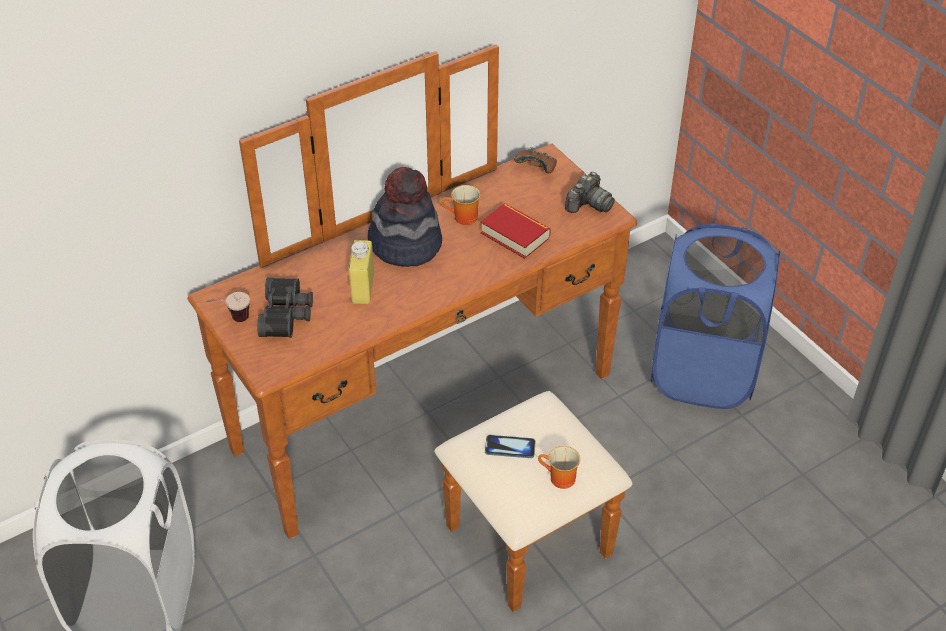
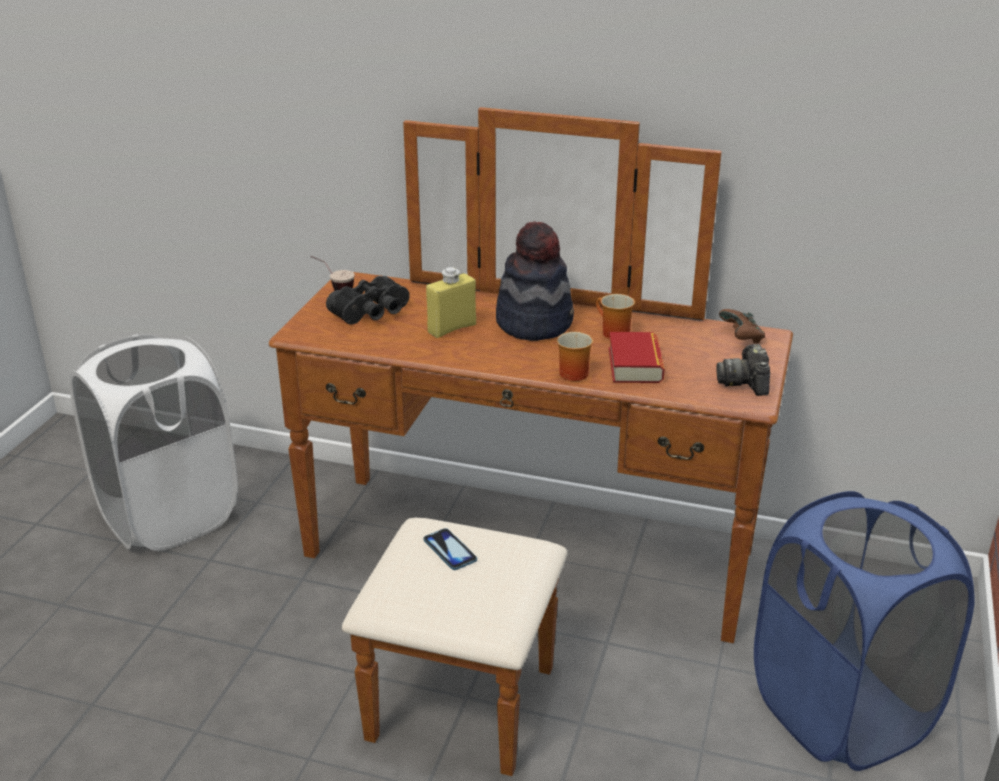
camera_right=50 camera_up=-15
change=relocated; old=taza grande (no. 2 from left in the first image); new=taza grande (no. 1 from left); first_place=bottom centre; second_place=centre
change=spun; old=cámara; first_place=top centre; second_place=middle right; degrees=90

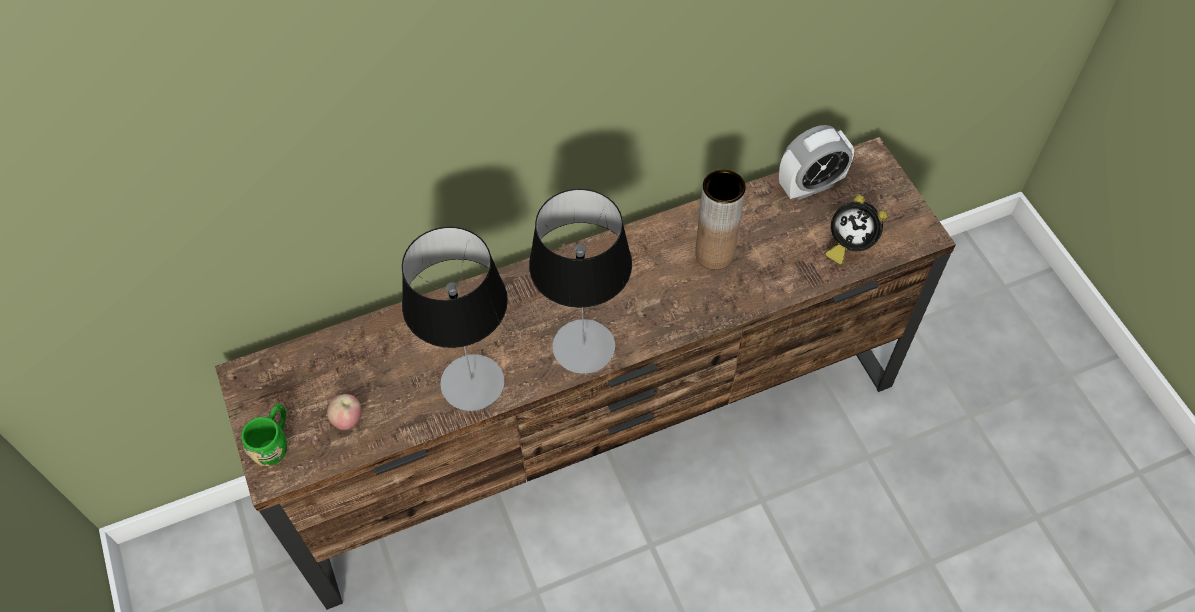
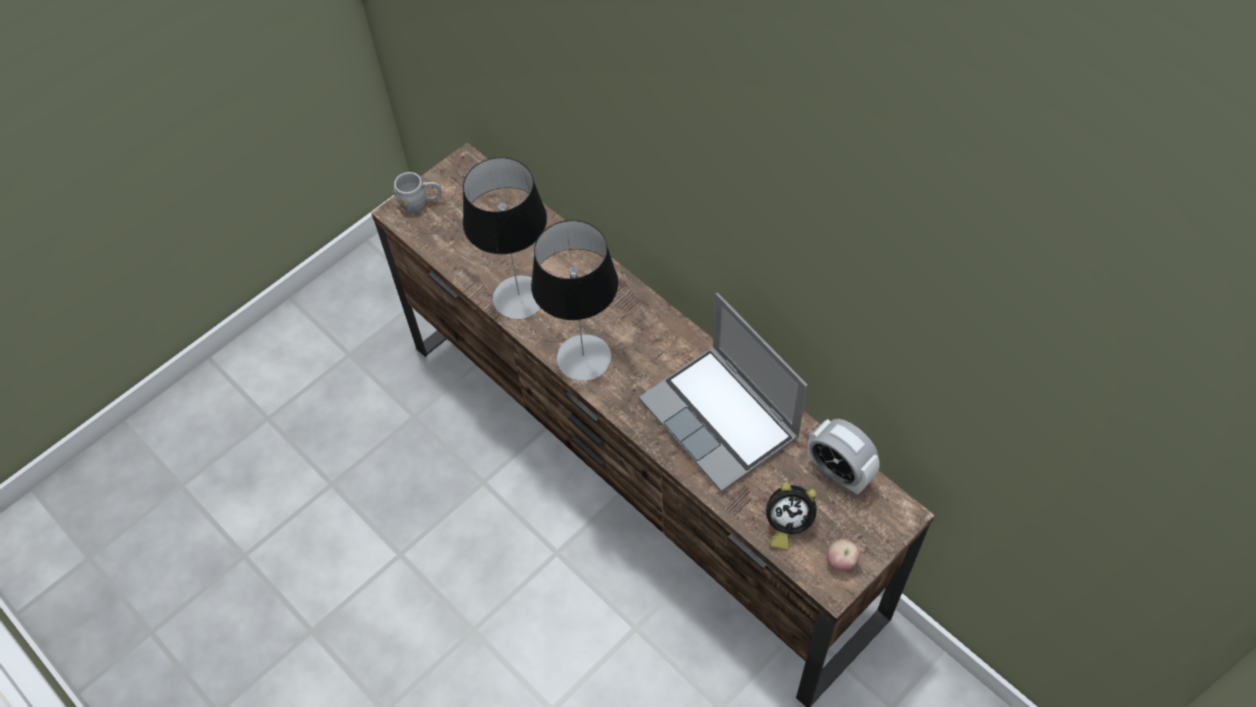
camera_right=70 camera_up=0
change=relocated; old=manzana; first_place=bottom left; second_place=bottom right
change=exchanged; old=florero/marrón; new=portátil; first_place=centre; second_place=centre
change=colour; old=taza grande/verde; new=taza grande/gris; first_place=bottom left; second_place=top left
change=spun; old=despertador (no. 2 from left in the first image); first_place=middle right; second_place=bottom centre; degrees=-90

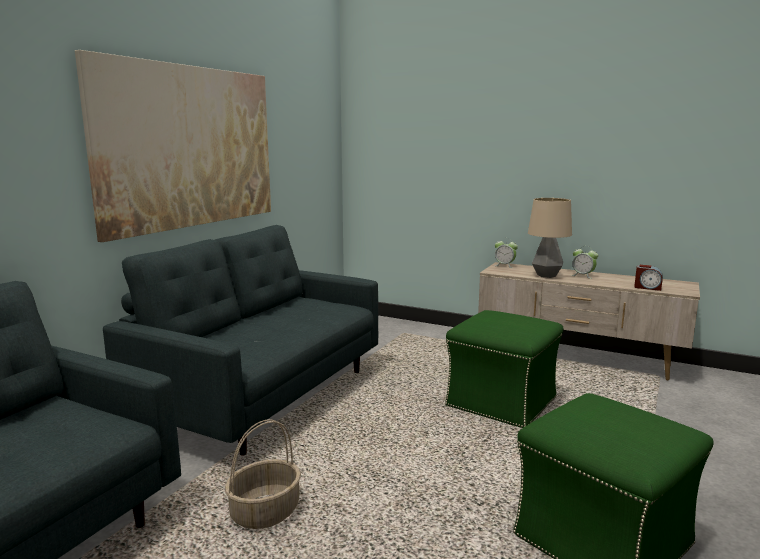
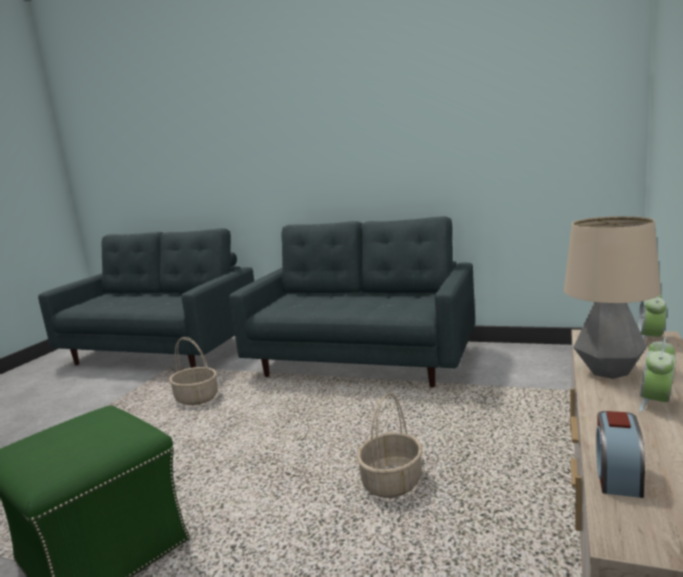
camera_right=85 camera_up=0
change=missing; old=cuadro; first_place=top left
change=exchanged; old=puf/verde (no. 1 from left); new=cesta (no. 2 from left); first_place=centre; second_place=bottom centre

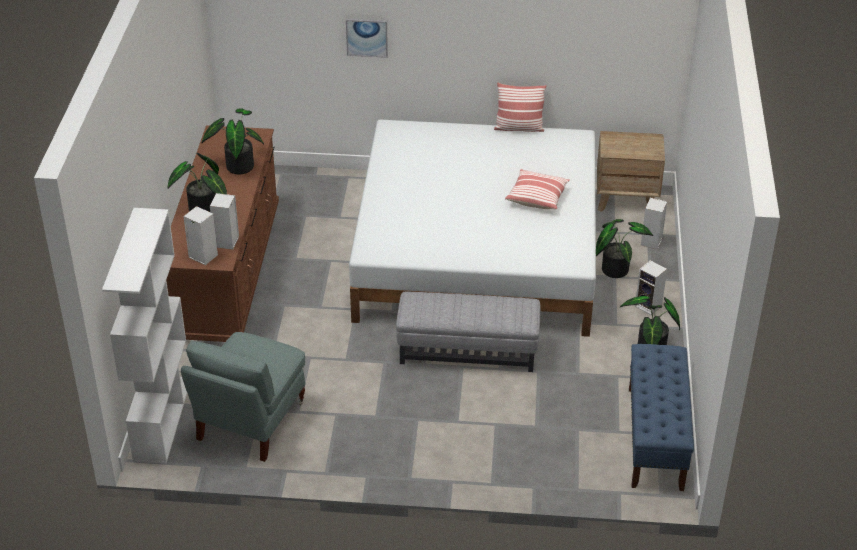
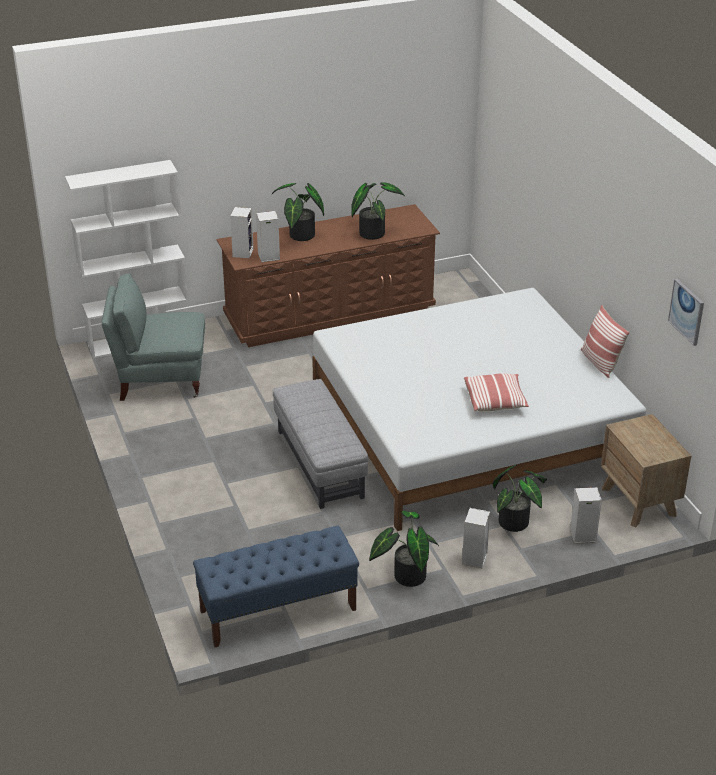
camera_right=65 camera_up=-5
change=relocated; old=cuadro; first_place=top centre; second_place=middle right

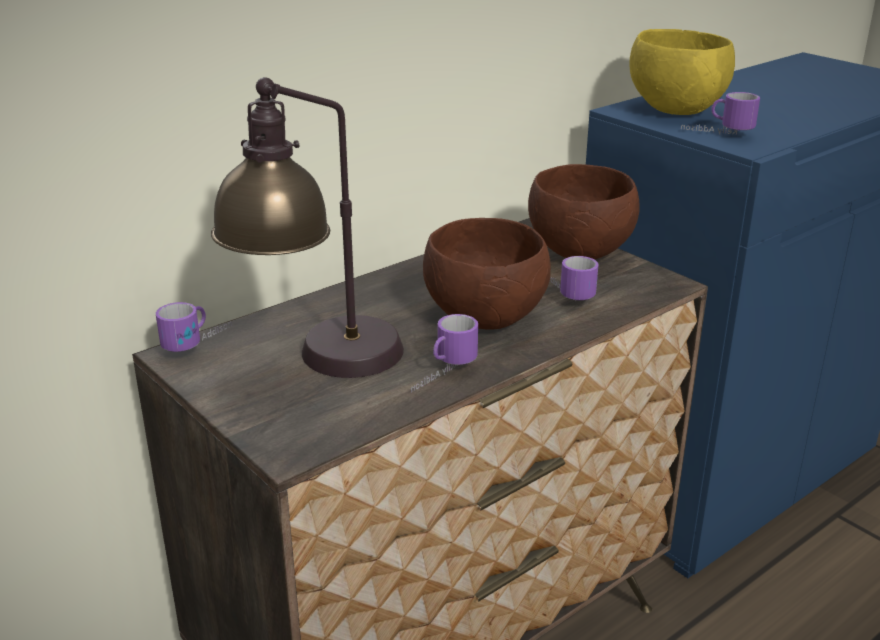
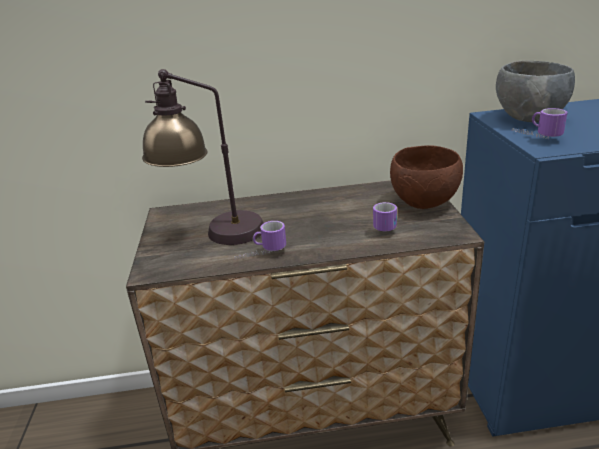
camera_right=35 camera_up=0
change=missing; old=taza grande (no. 1 from left); first_place=middle left
change=missing; old=cuenco/marrón (no. 1 from left); first_place=centre
change=colour; old=cuenco/amarillo; new=cuenco/gris; first_place=top right; second_place=top right

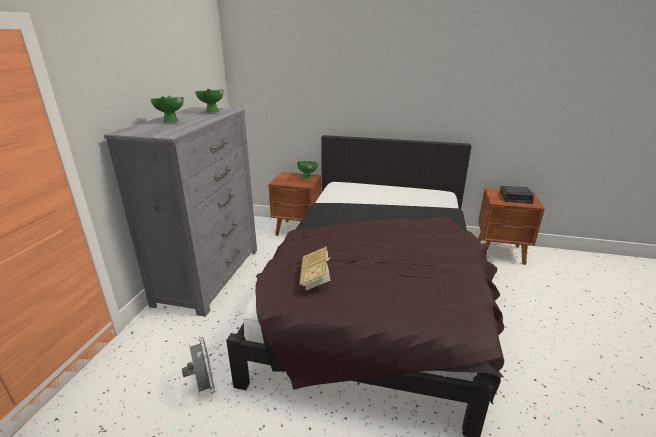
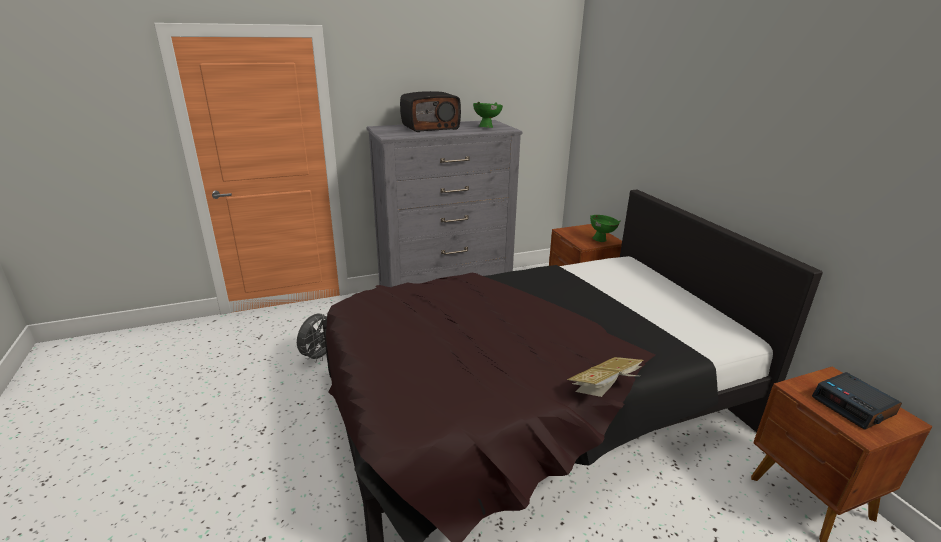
camera_right=55 camera_up=0
change=relocated; old=libro; first_place=centre; second_place=bottom centre
change=exchanged; old=cuenco/verde (no. 1 from left); new=radio; first_place=top left; second_place=top centre

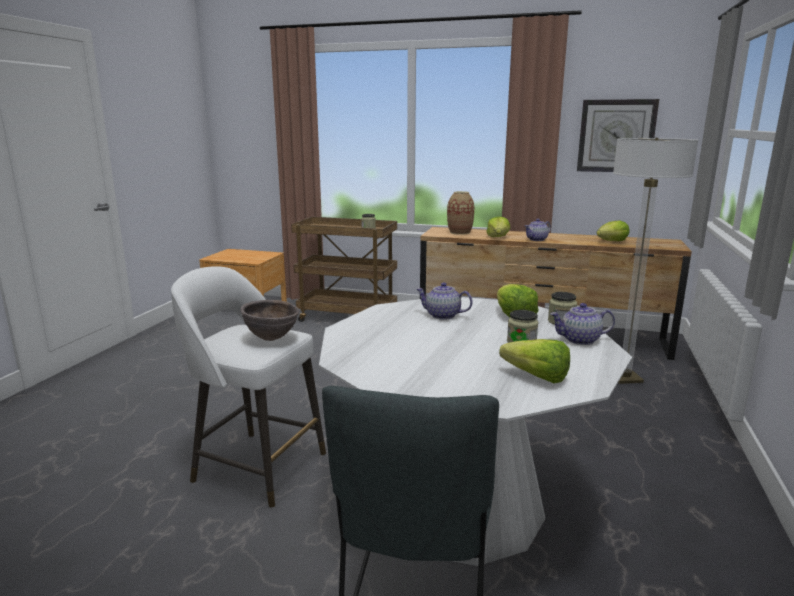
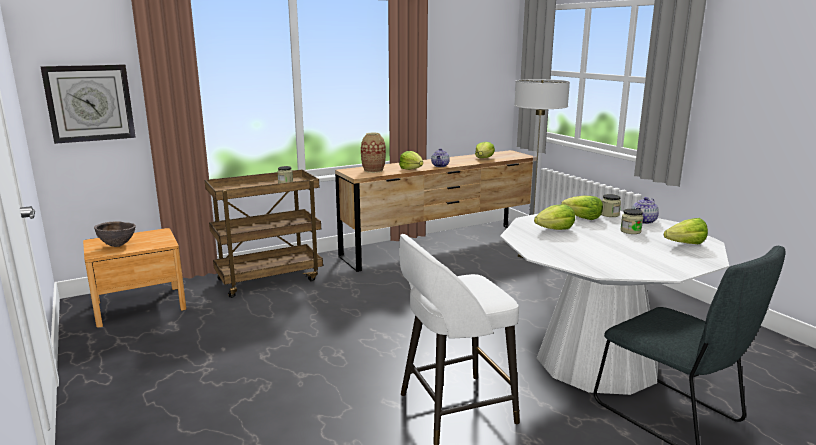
camera_right=-45 camera_up=0
change=relocated; old=cuenco/marrón; first_place=centre; second_place=middle left
change=relocated; old=reloj de pared; first_place=top right; second_place=top left
change=exchanged; old=tetera (no. 1 from left); new=lechuga (no. 3 from left); first_place=centre; second_place=middle right

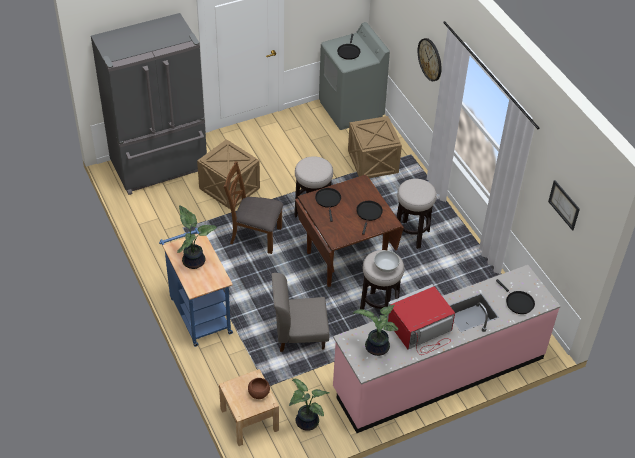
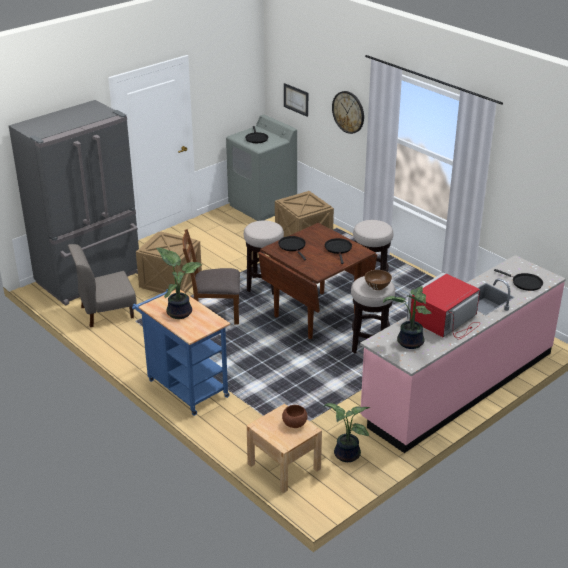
camera_right=-15 camera_up=-15
change=relocated; old=silla/gris; first_place=bottom centre; second_place=middle left
change=relocated; old=cuadro; first_place=middle right; second_place=top centre
change=colour; old=cuenco/blanco; new=cuenco/marrón (no. 2 from left); first_place=centre; second_place=centre

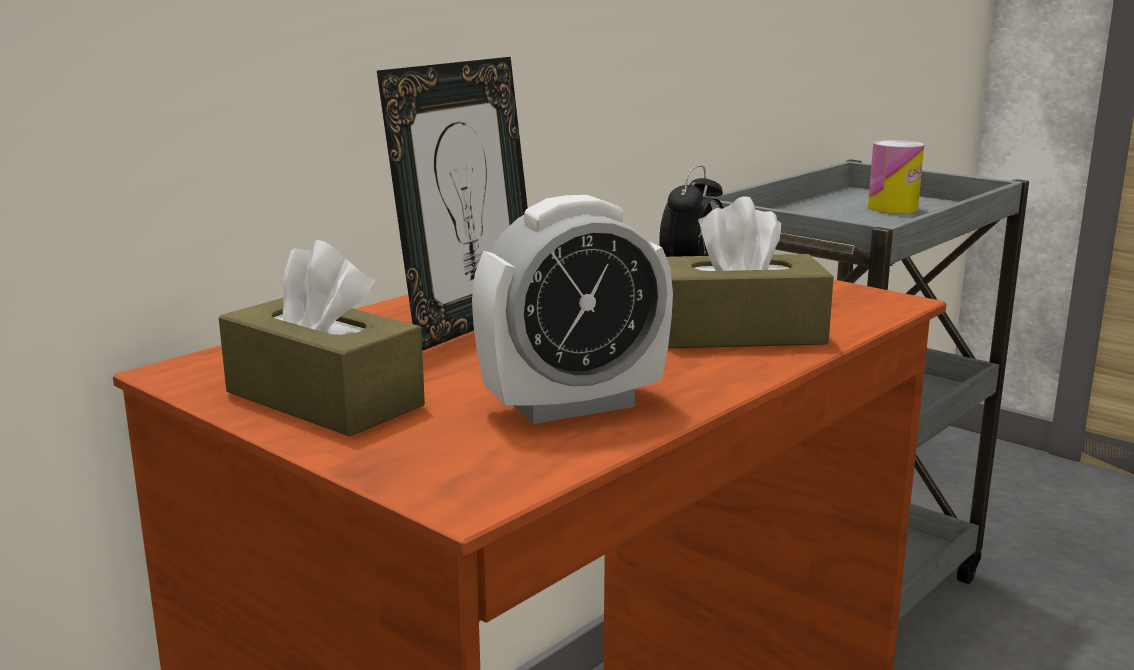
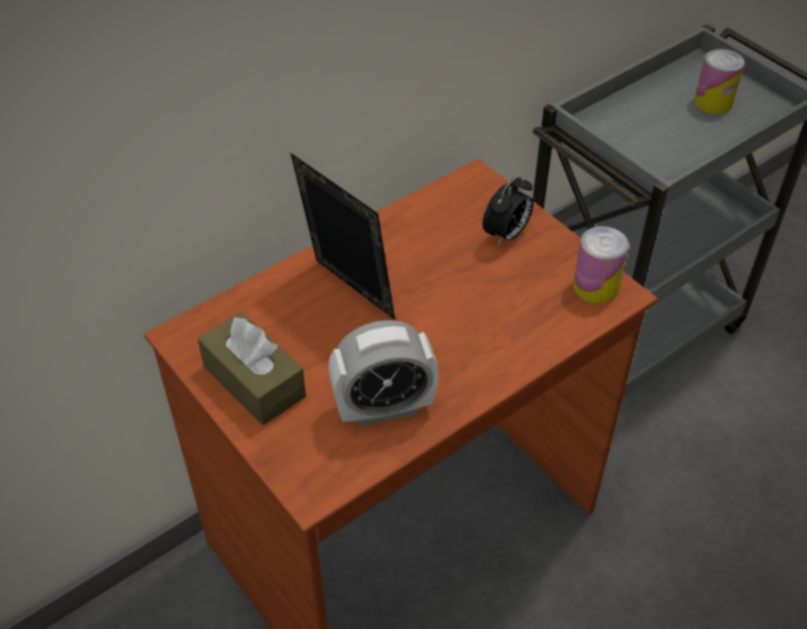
camera_right=10 camera_up=30
change=missing; old=caja de pañuelos/marrón (no. 2 from left); first_place=centre
change=appeared; new=lata (no. 1 from left); second_place=middle right
change=spun; old=portarretratos; first_place=top centre; second_place=centre; degrees=-90

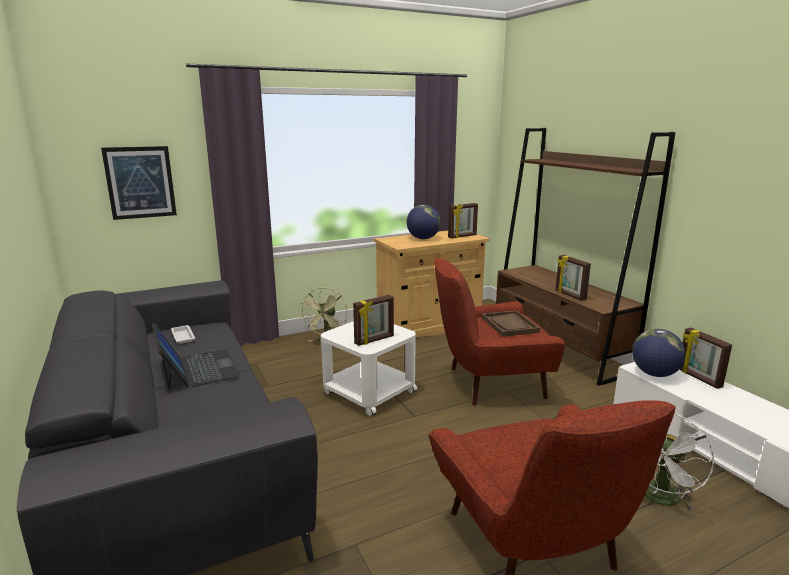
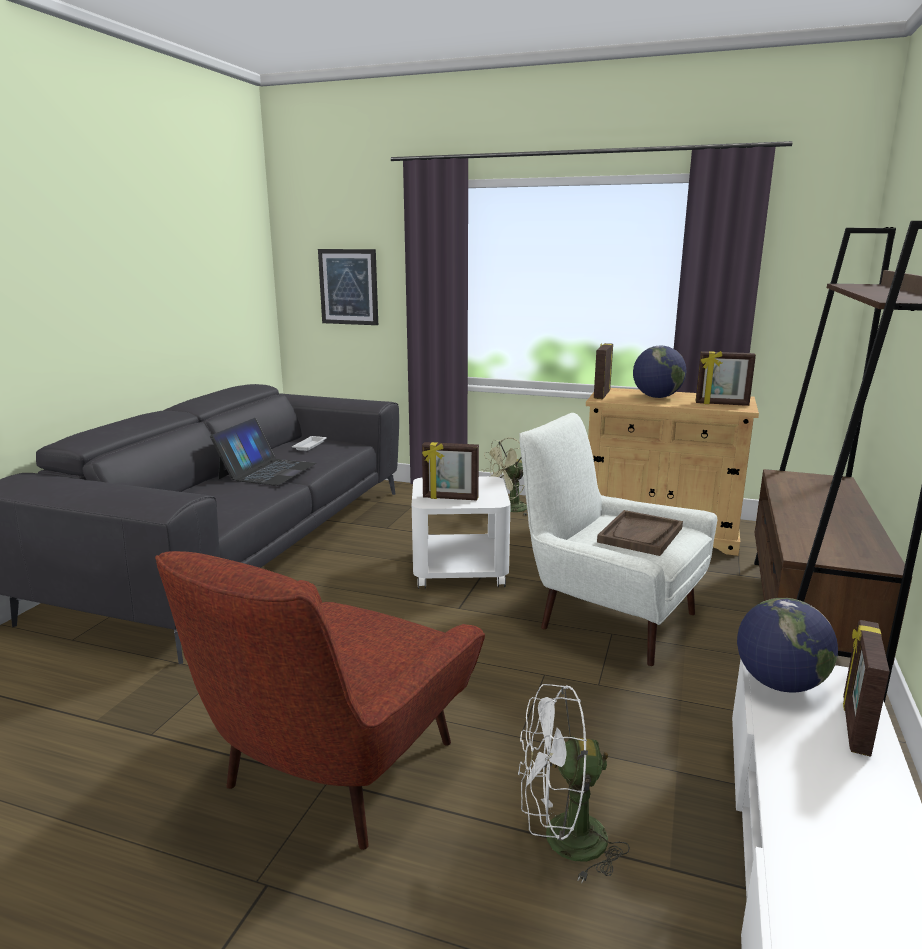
camera_right=45 camera_up=0
change=relocated; old=portarretratos (no. 3 from left in the first image); new=portarretratos (no. 2 from left); first_place=middle right; second_place=centre
change=colour; old=sillón/rojo (no. 1 from left); new=sillón/blanco; first_place=centre; second_place=middle right

